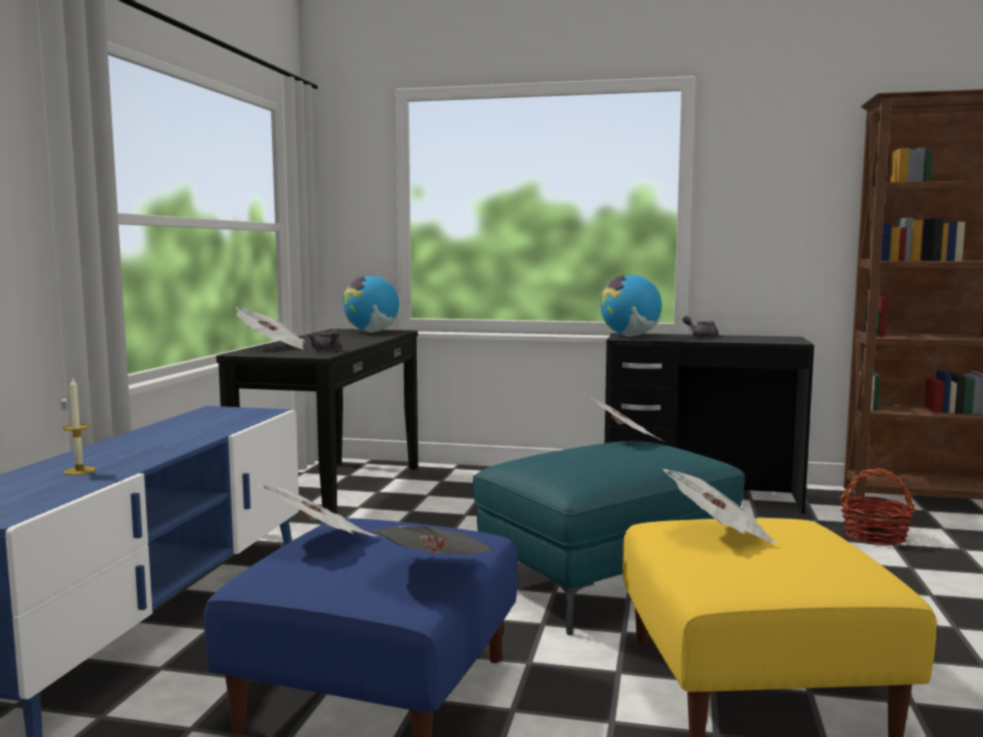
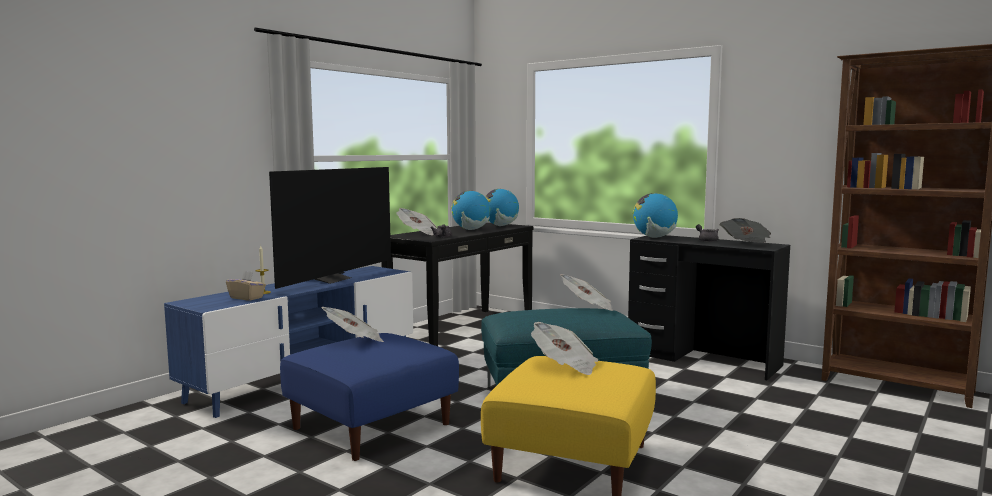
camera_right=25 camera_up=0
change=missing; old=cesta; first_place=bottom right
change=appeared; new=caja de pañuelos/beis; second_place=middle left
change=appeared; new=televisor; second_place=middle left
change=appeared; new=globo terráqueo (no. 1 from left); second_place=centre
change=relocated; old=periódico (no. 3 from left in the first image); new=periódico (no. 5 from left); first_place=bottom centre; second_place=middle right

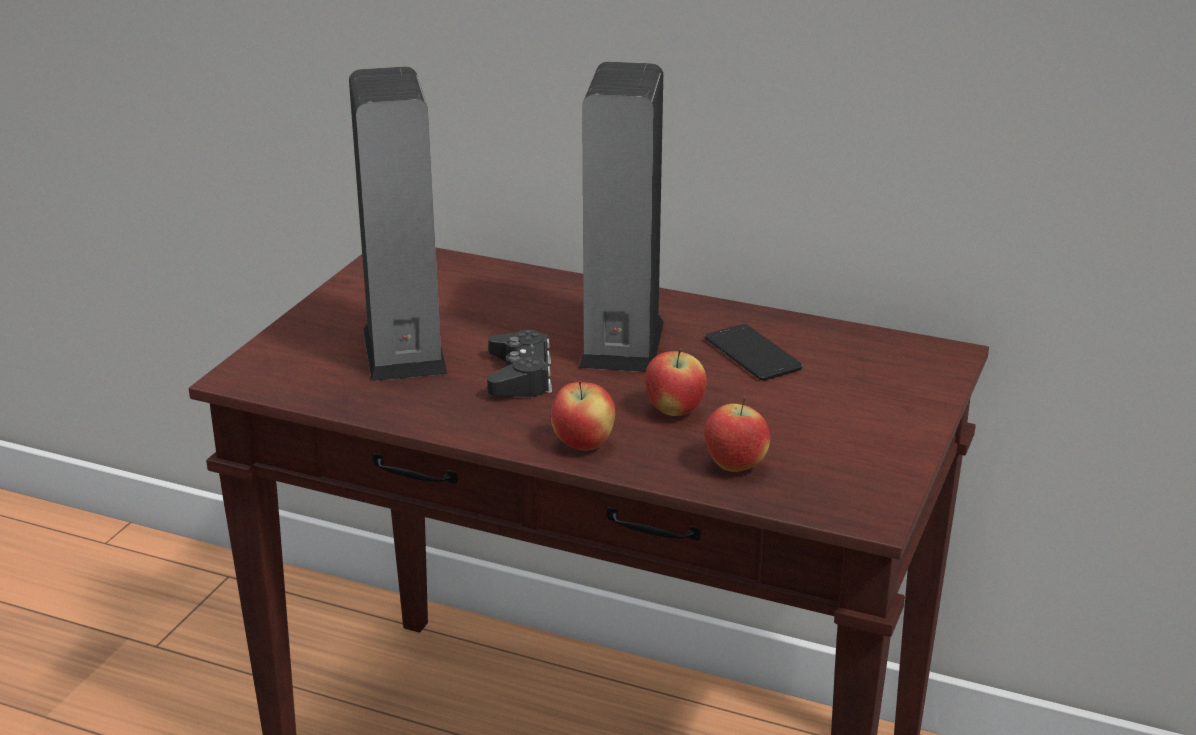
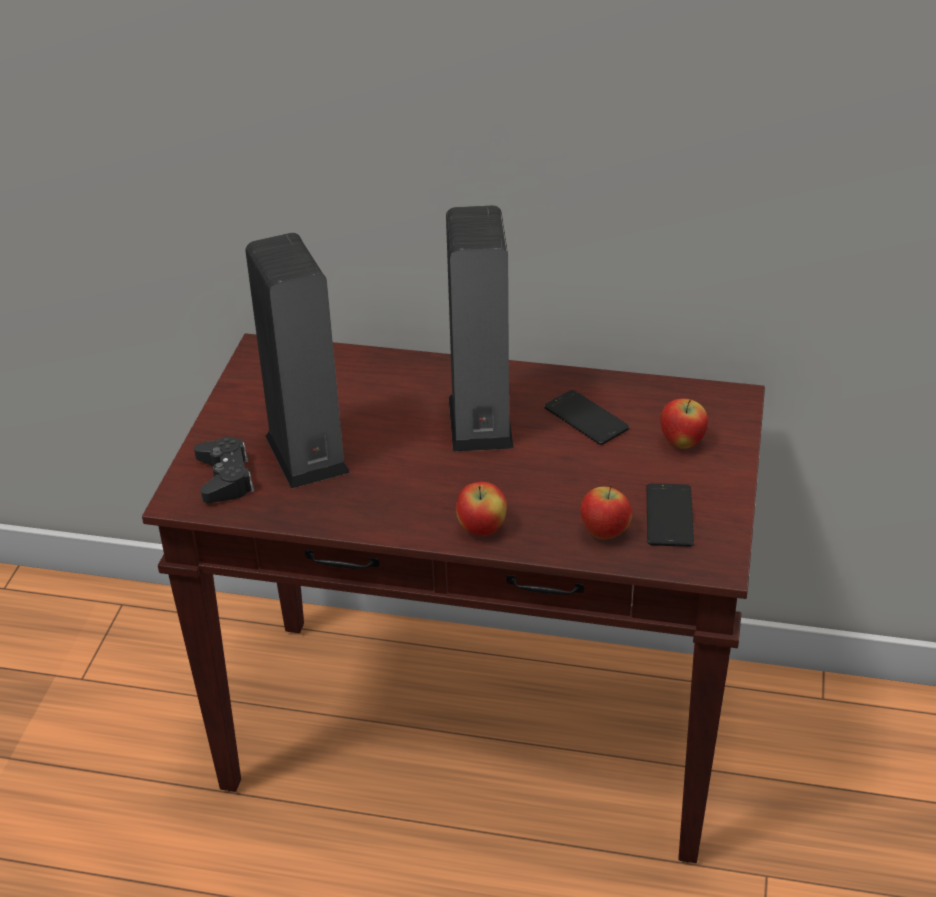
camera_right=-10 camera_up=10
change=appeared; new=móvil (no. 2 from left); second_place=middle right
change=relocated; old=mando de consola/negro; first_place=centre; second_place=middle left
change=relocated; old=manzana (no. 2 from left in the first image); new=manzana (no. 3 from left); first_place=centre; second_place=middle right

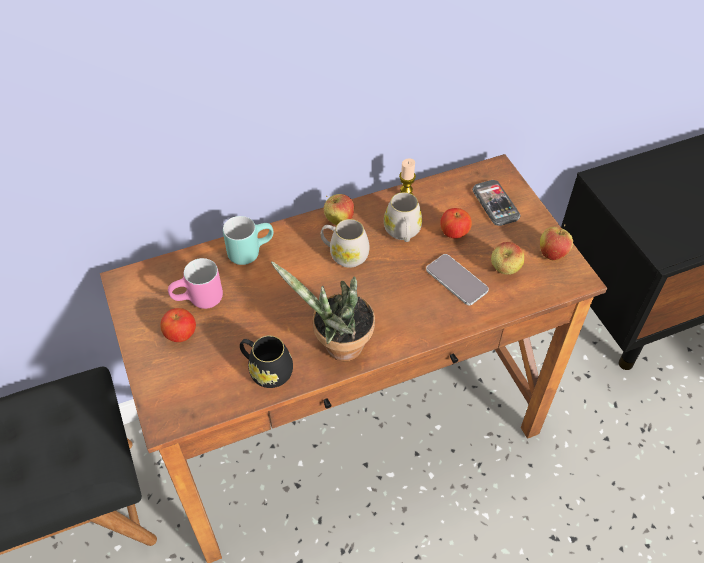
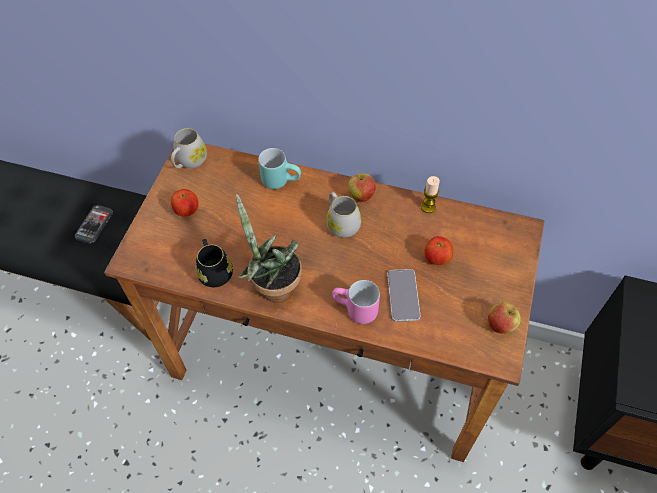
camera_right=40 camera_up=5
change=missing; old=manzana (no. 4 from left); first_place=middle right
change=relocated; old=taza grande/rosa; first_place=middle left; second_place=centre
change=relocated; old=taza grande/blanco (no. 2 from left in the first image); new=taza grande/blanco (no. 1 from left); first_place=centre; second_place=top left
change=relocated; old=móvil (no. 2 from left in the first image); new=móvil (no. 1 from left); first_place=middle right; second_place=middle left

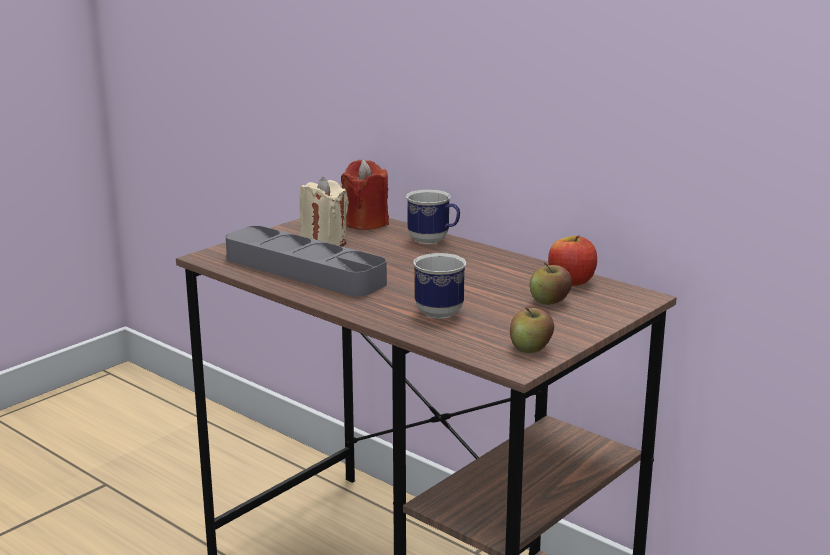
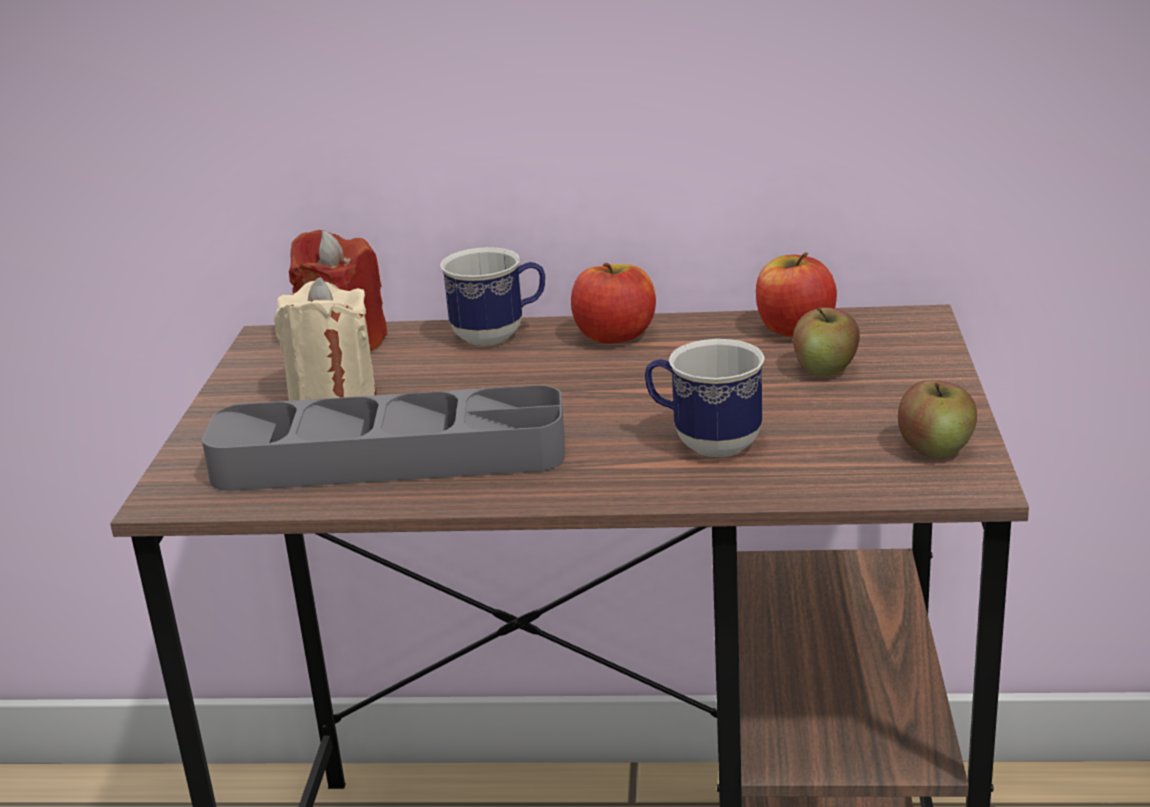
camera_right=-35 camera_up=5
change=appeared; new=manzana (no. 1 from left); second_place=centre

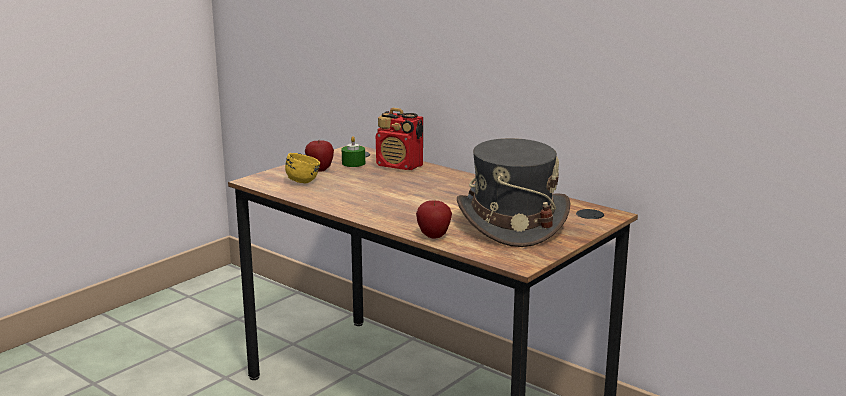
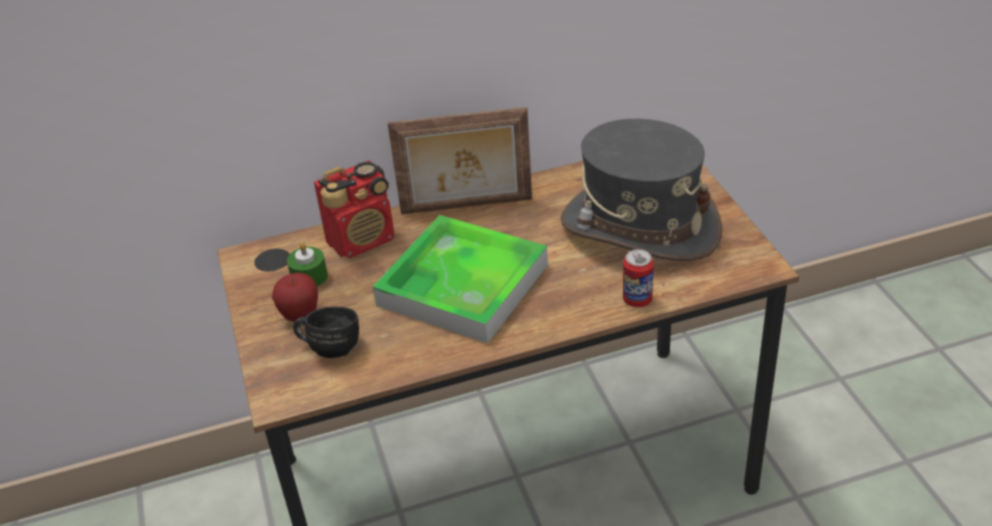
camera_right=-55 camera_up=20
change=appeared; new=bandeja; second_place=centre
change=appeared; new=portarretratos; second_place=top centre
change=exchanged; old=manzana (no. 2 from left); new=lata; first_place=centre; second_place=centre
change=colour; old=taza grande/amarillo; new=taza grande/negro; first_place=centre; second_place=middle left

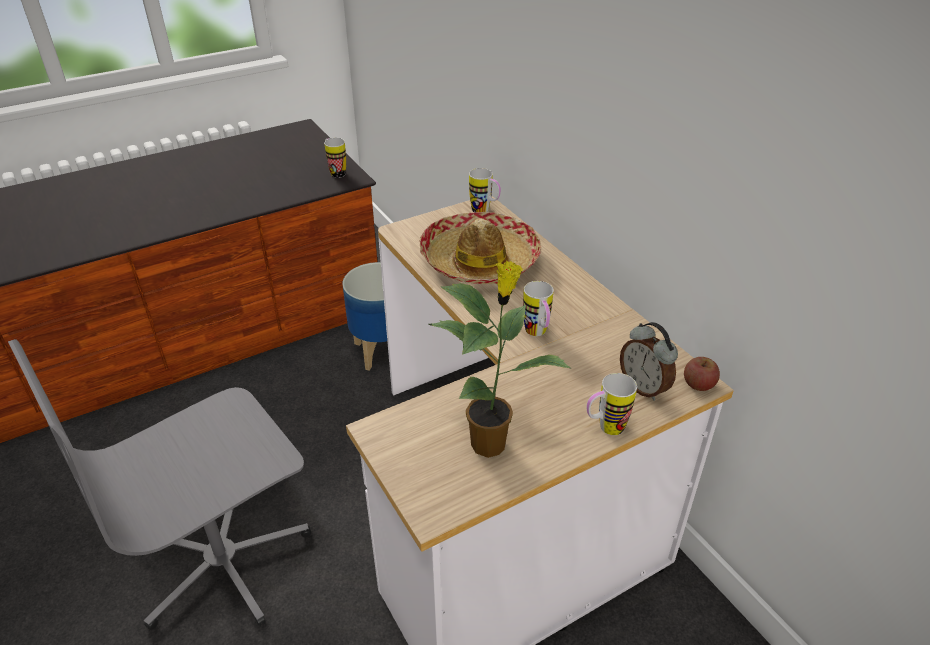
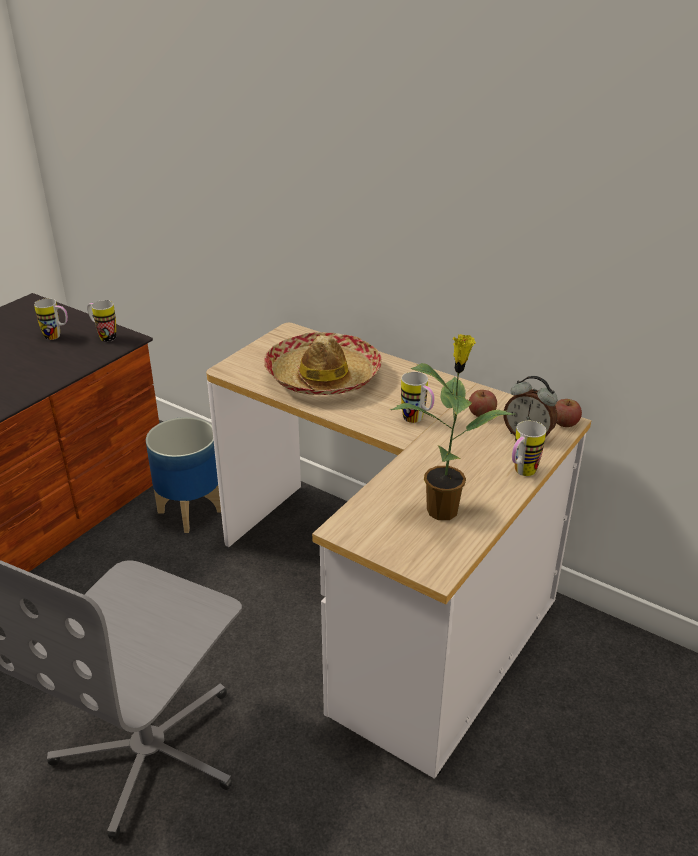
camera_right=-25 camera_up=-5
change=appeared; new=manzana (no. 1 from left); second_place=middle right
change=relocated; old=taza grande (no. 2 from left in the first image); new=taza grande (no. 1 from left); first_place=top centre; second_place=middle left

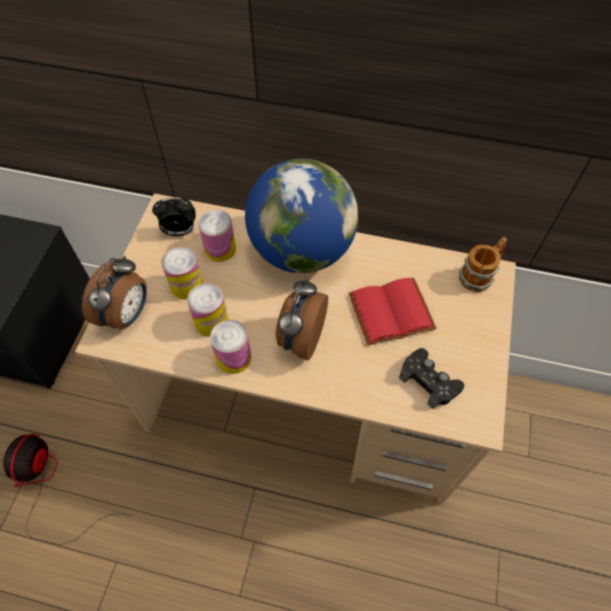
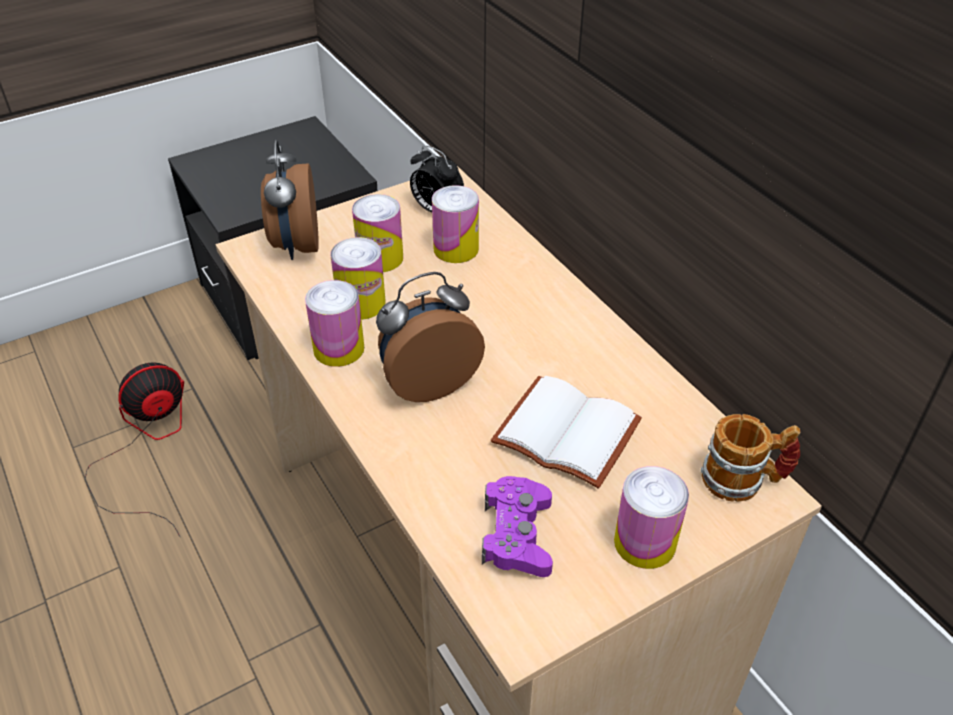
camera_right=45 camera_up=-15
change=missing; old=globo terráqueo; first_place=centre
change=appeared; new=lata (no. 5 from left); second_place=bottom right
change=colour; old=libro/rojo; new=libro/blanco; first_place=centre; second_place=centre
change=colour; old=mando de consola/negro; new=mando de consola/morado; first_place=middle right; second_place=bottom centre
change=spun; old=despertador (no. 1 from left); first_place=middle left; second_place=top left; degrees=105

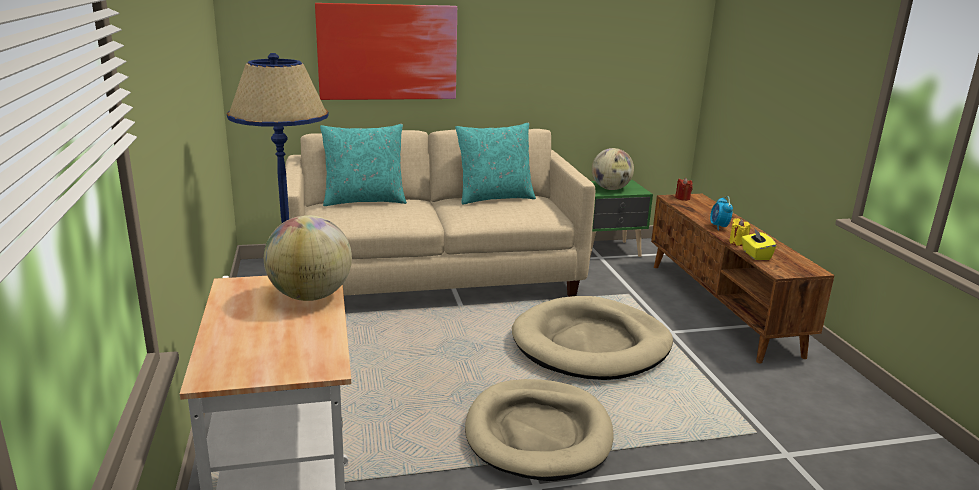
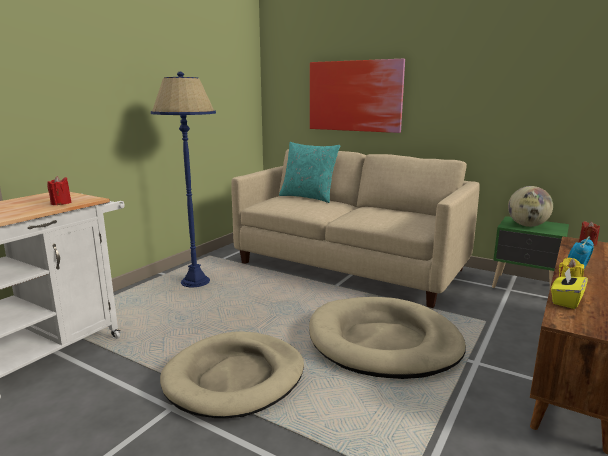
camera_right=45 camera_up=-5
change=missing; old=cojín/turquesa (no. 2 from left); first_place=centre
change=exchanged; old=globo terráqueo (no. 1 from left); new=vela/rojo (no. 1 from left); first_place=middle left; second_place=middle left

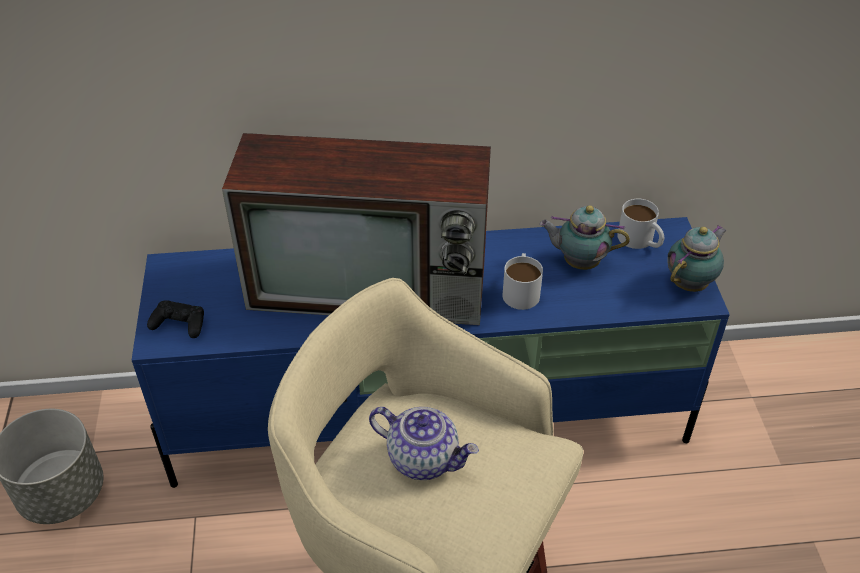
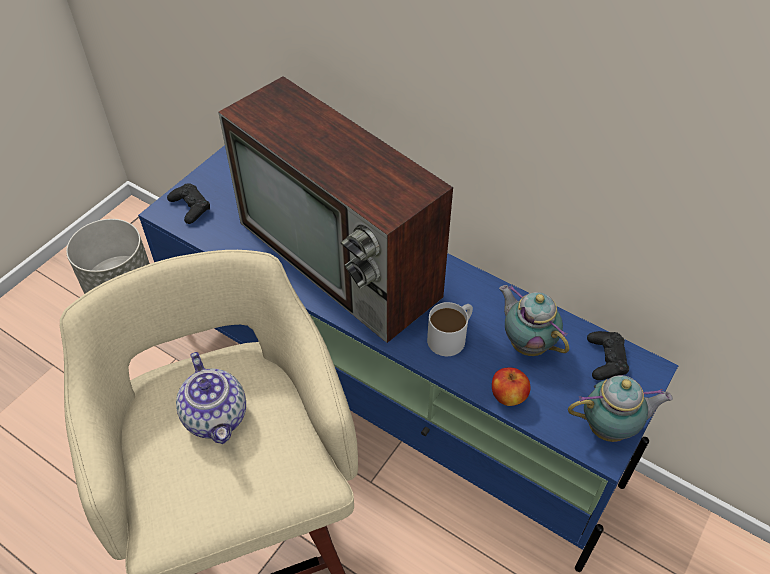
camera_right=40 camera_up=5
change=appeared; new=manzana; second_place=bottom centre
change=exchanged; old=taza grande/blanco (no. 2 from left); new=mando de consola/negro (no. 2 from left); first_place=middle right; second_place=middle right

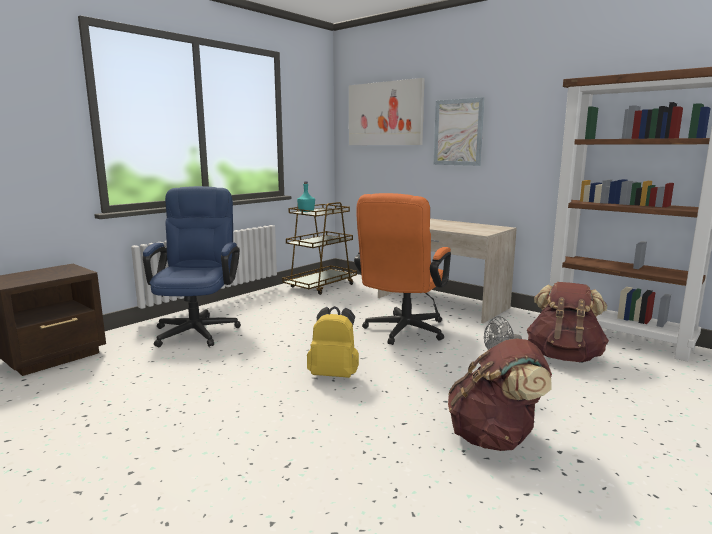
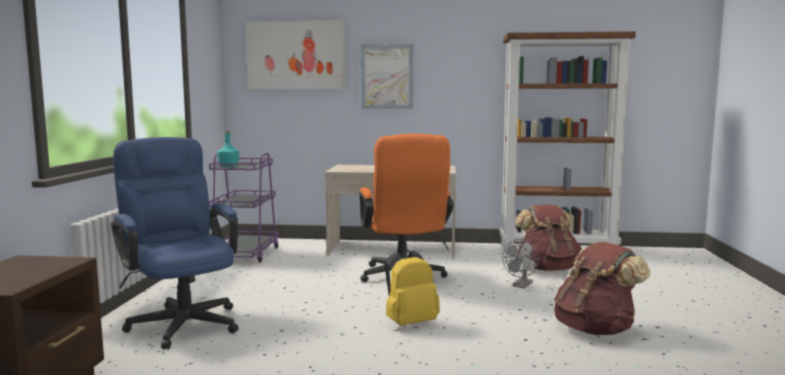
camera_right=-35 camera_up=-5
change=colour; old=carrito/marrón; new=carrito/morado; first_place=centre; second_place=middle left

